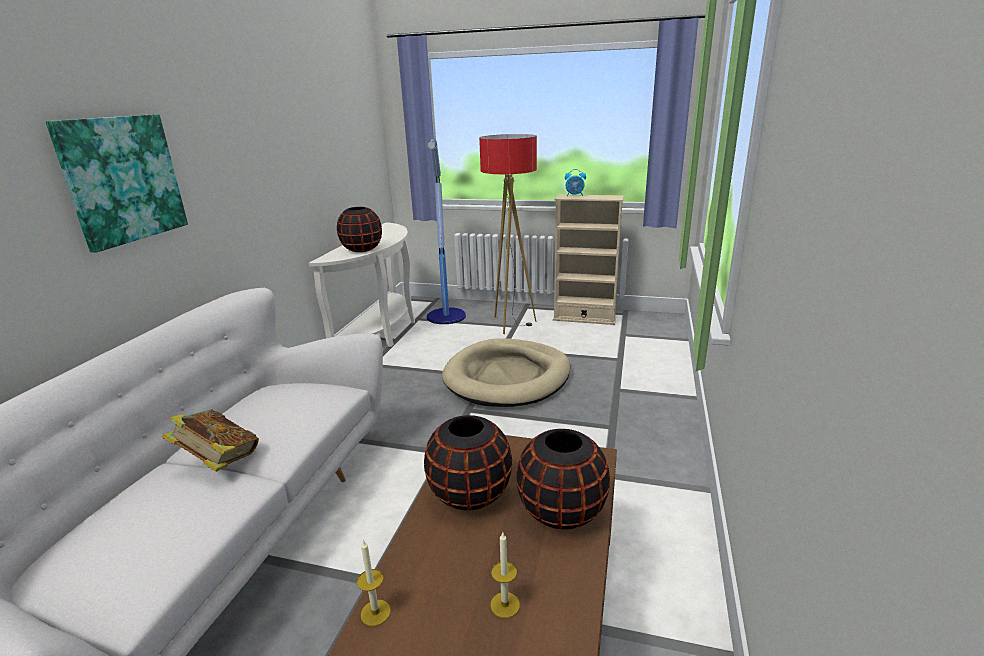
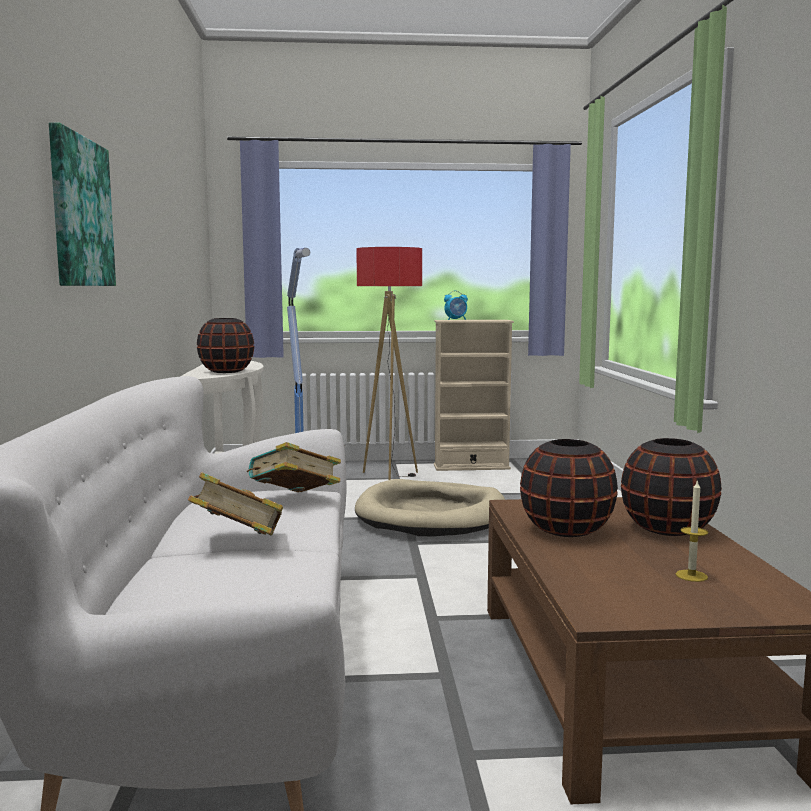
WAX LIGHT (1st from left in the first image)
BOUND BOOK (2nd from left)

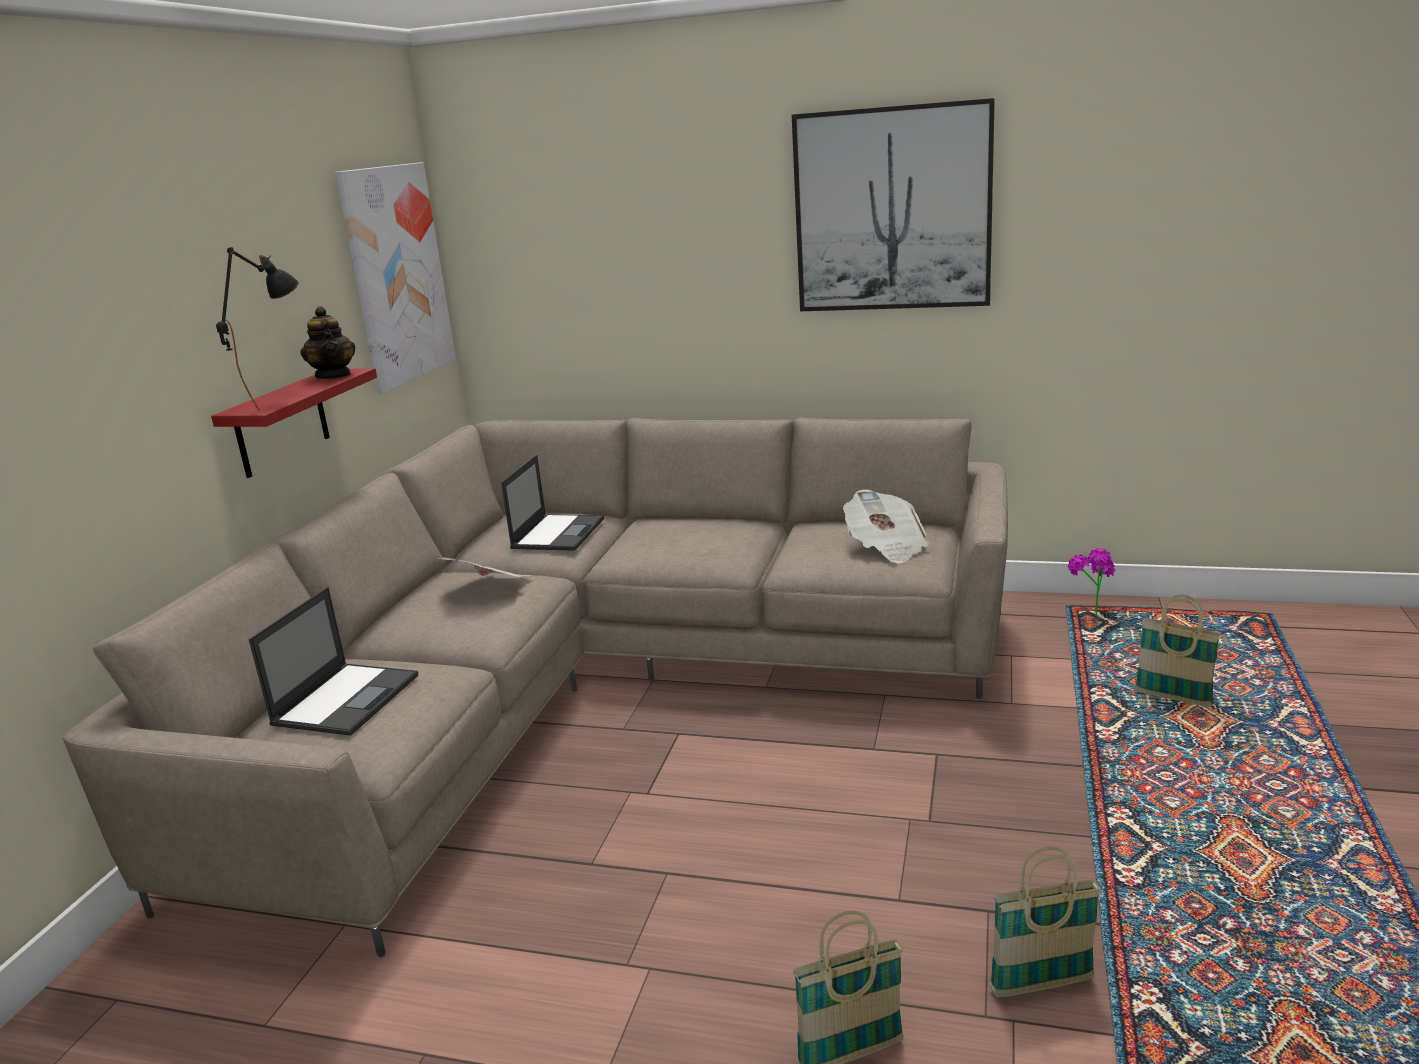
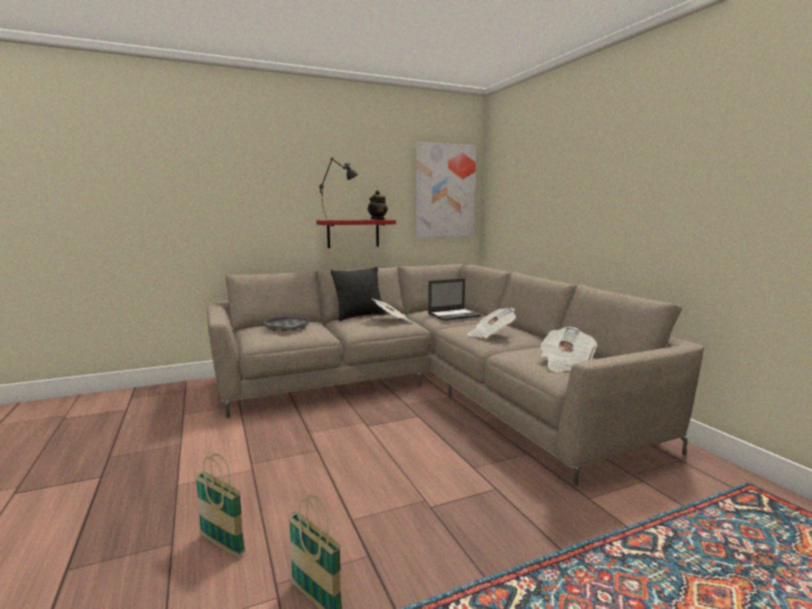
WALL PICTURE (2nd from left in the first image)
POTTED PLANT
BASKET (3rd from left in the first image)
BLACK PILLOW
PRINTED PAPER (2nd from left)
GREY SERVING TRAY

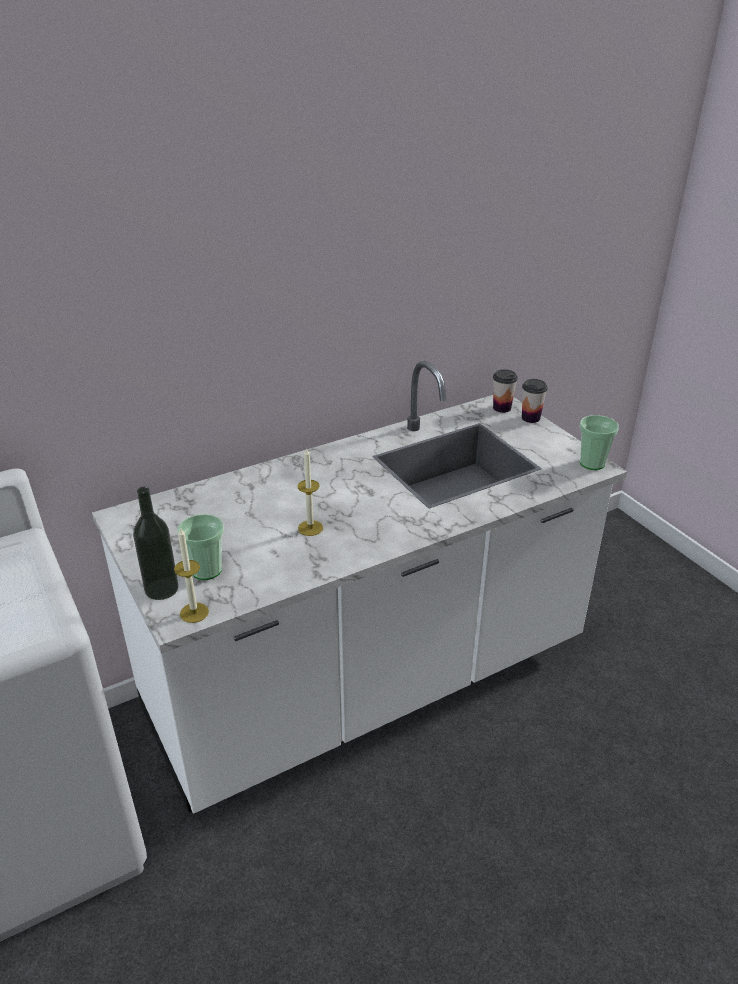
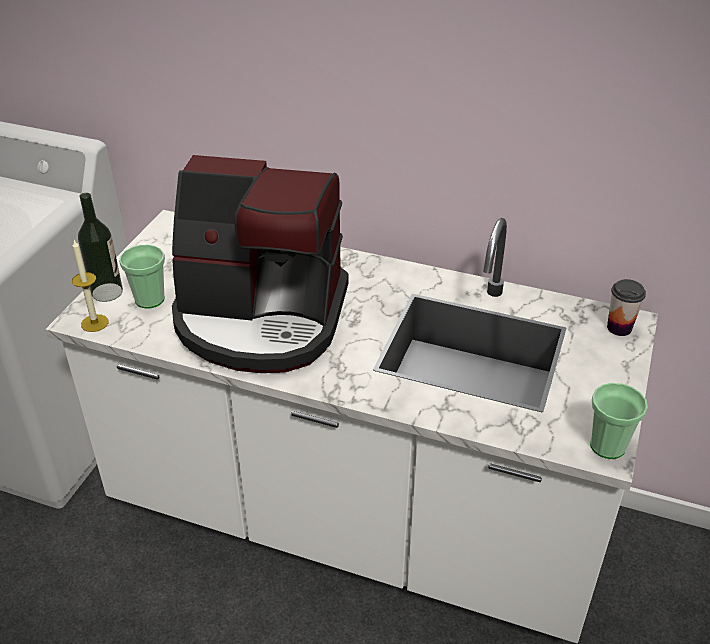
CUP (3rd from left in the first image)
COFFEE BREWER

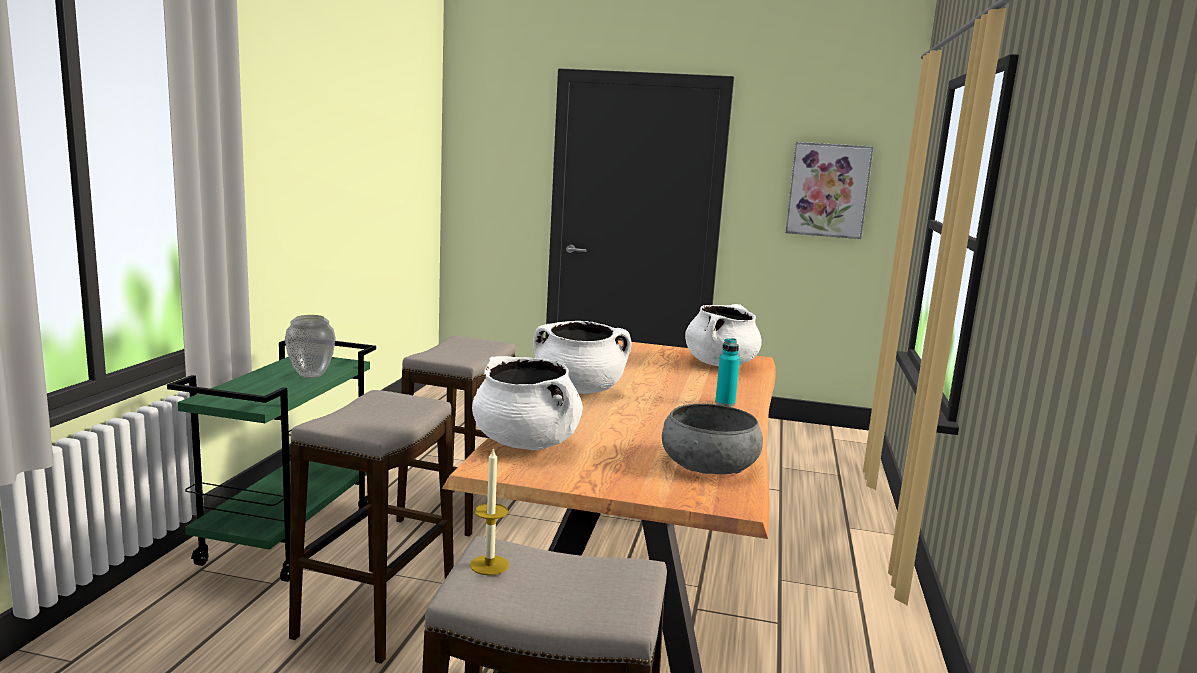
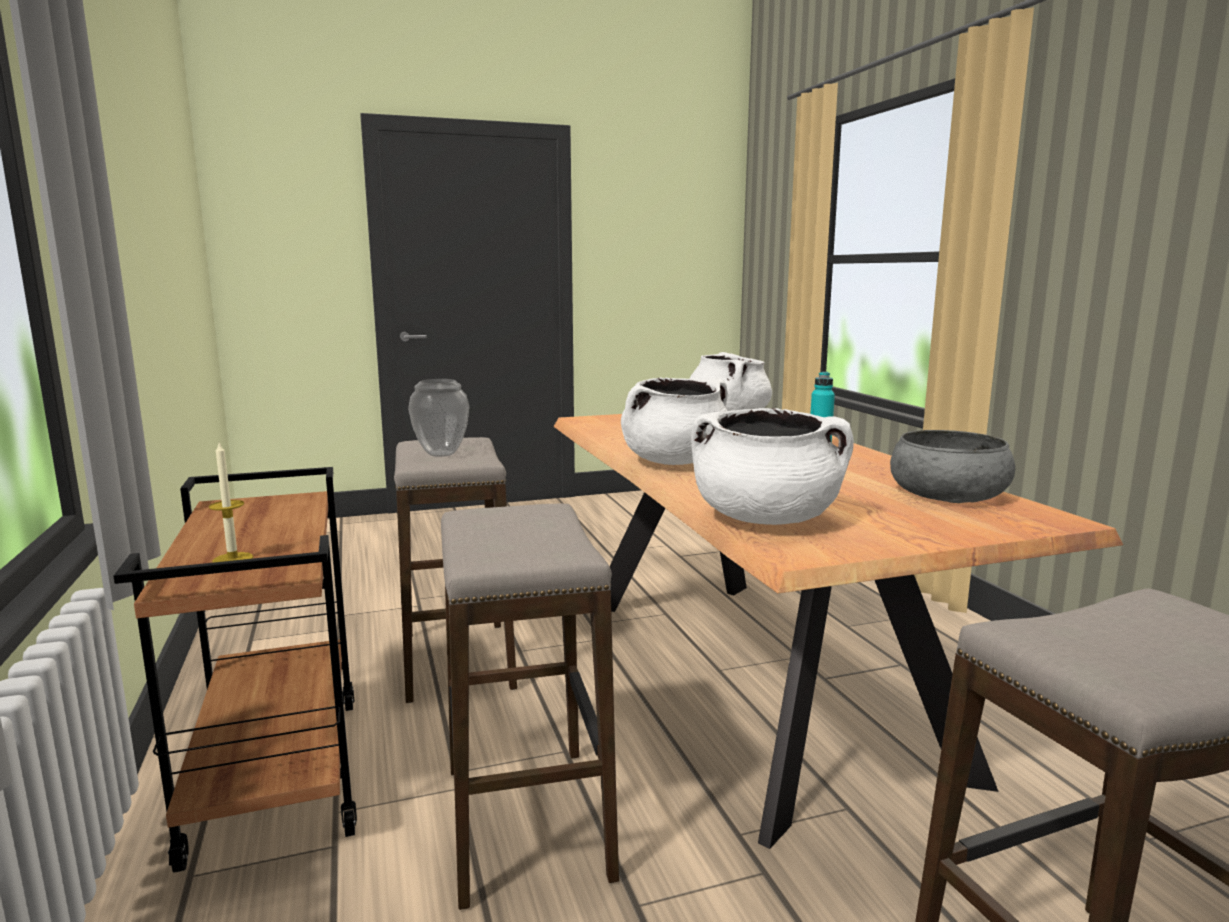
WALL PICTURE
DECORATIVE VASE
WAX LIGHT
BROWNISH TROLLEY

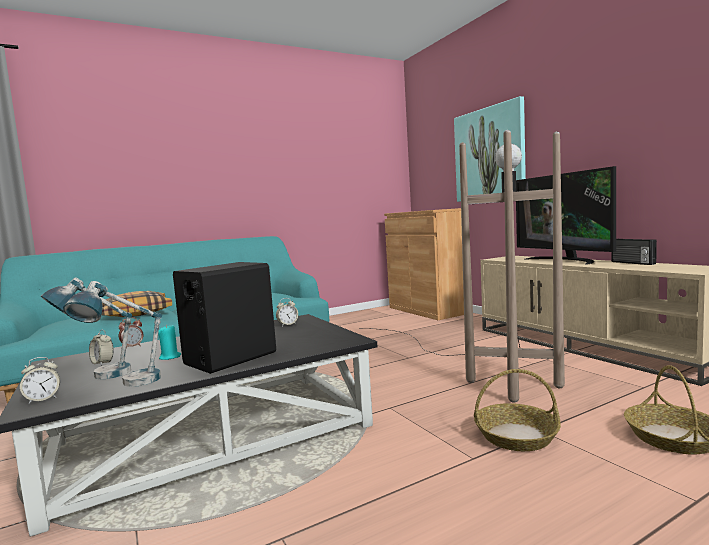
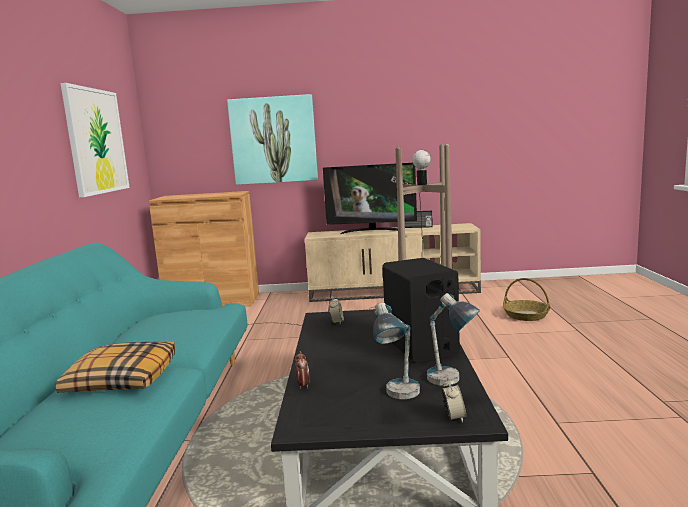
BEDSIDE CLOCK (2nd from left in the first image)
TURQUOISE-COLOURED WAX LIGHT
BASKET (1st from left in the first image)
WALL PICTURE (1st from left)

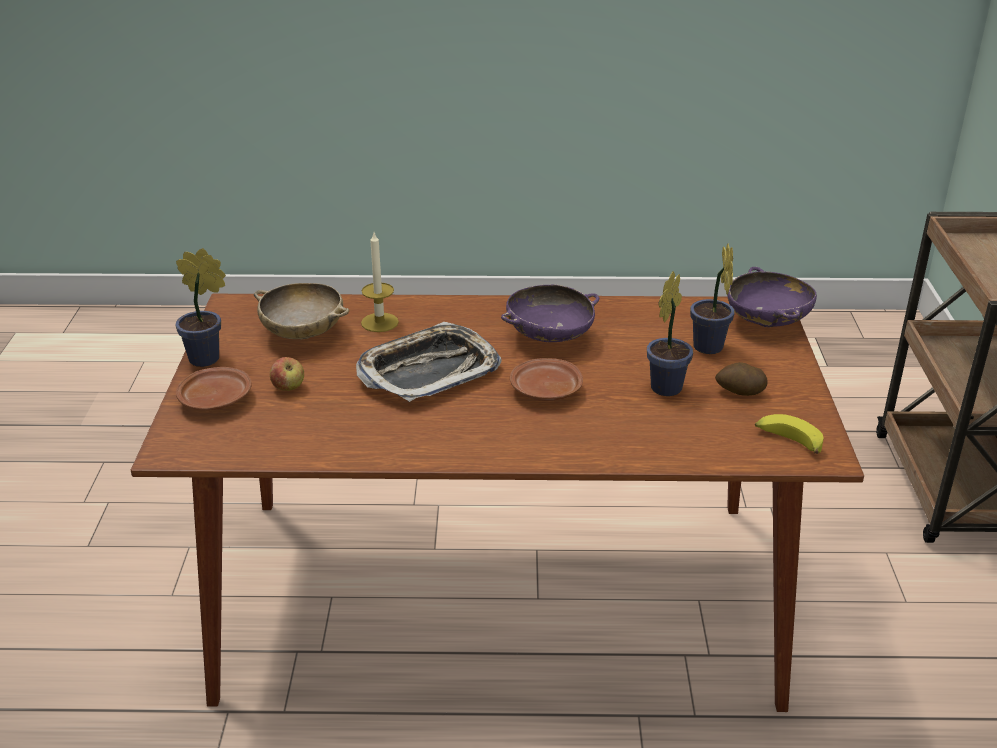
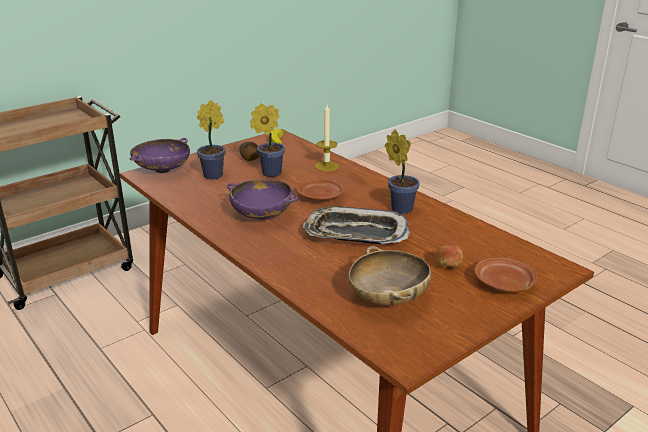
POTTED PLANT (3rd from left)
WAX LIGHT

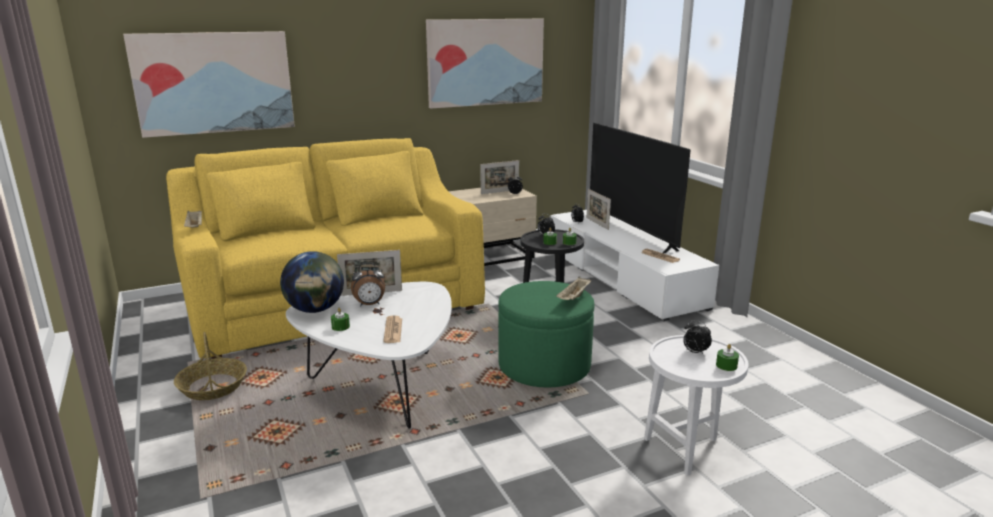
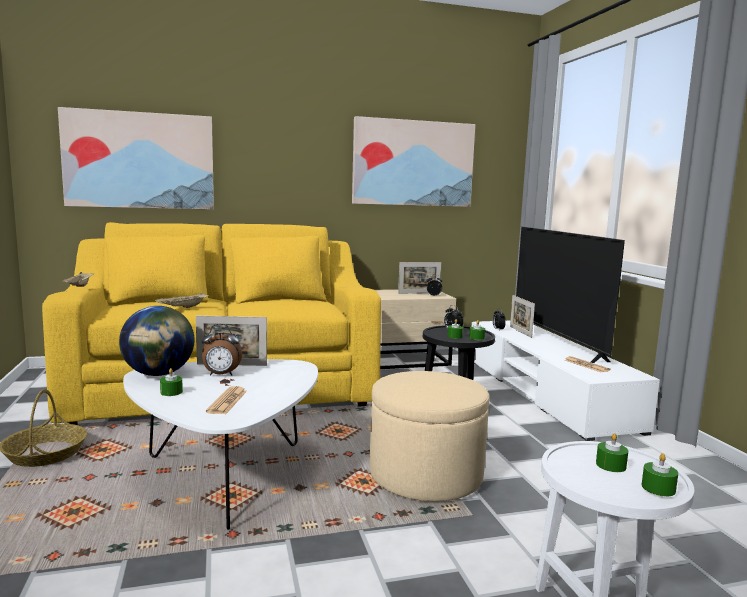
BEIGE SERVING TRAY (2nd from left)
GREEN-COLOURED WAX LIGHT (4th from left)
BEIGE POUFFE

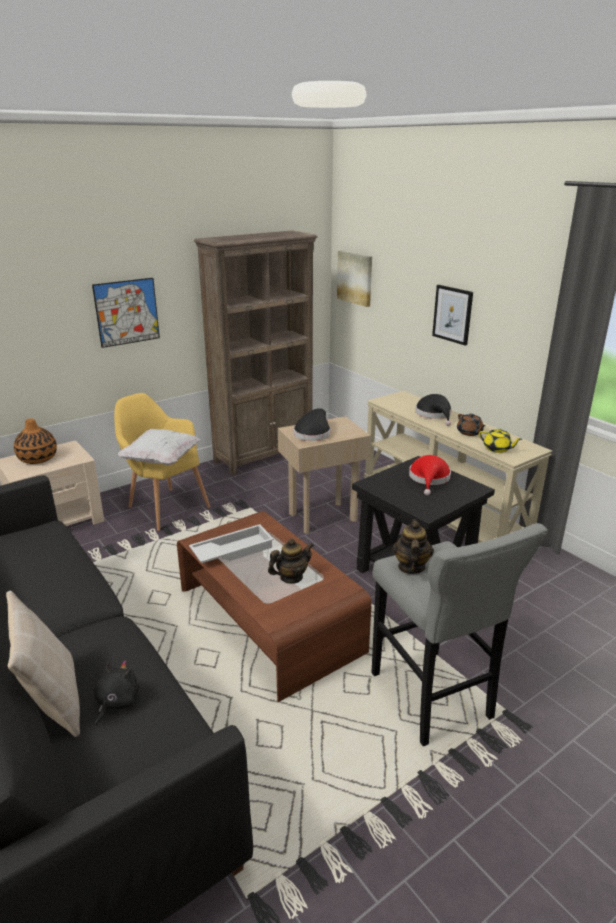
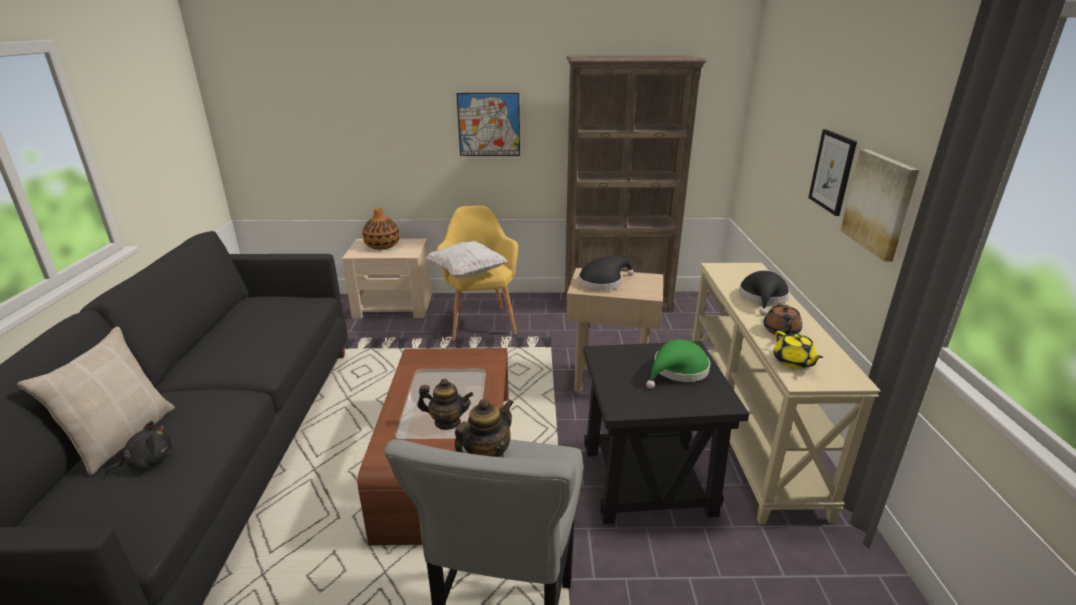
WHITISH SERVING TRAY
WALL PICTURE (3rd from left)
GREEN-COLOURED HAT

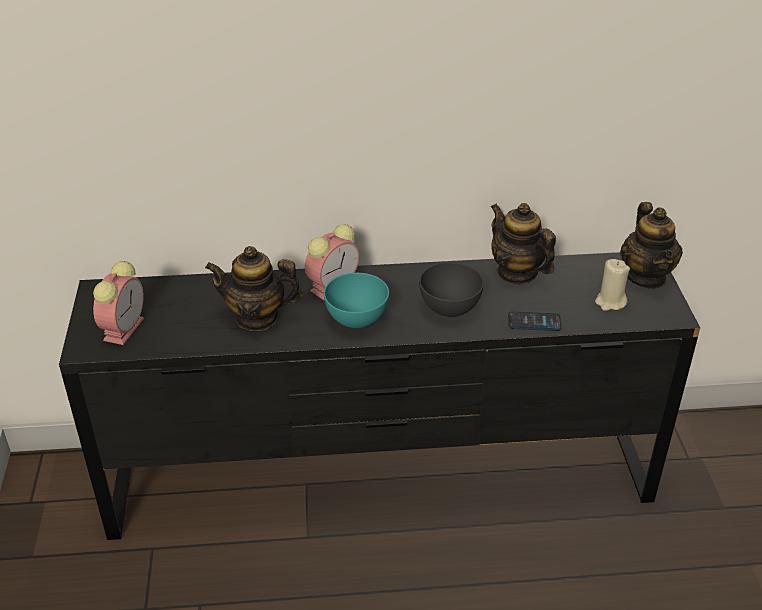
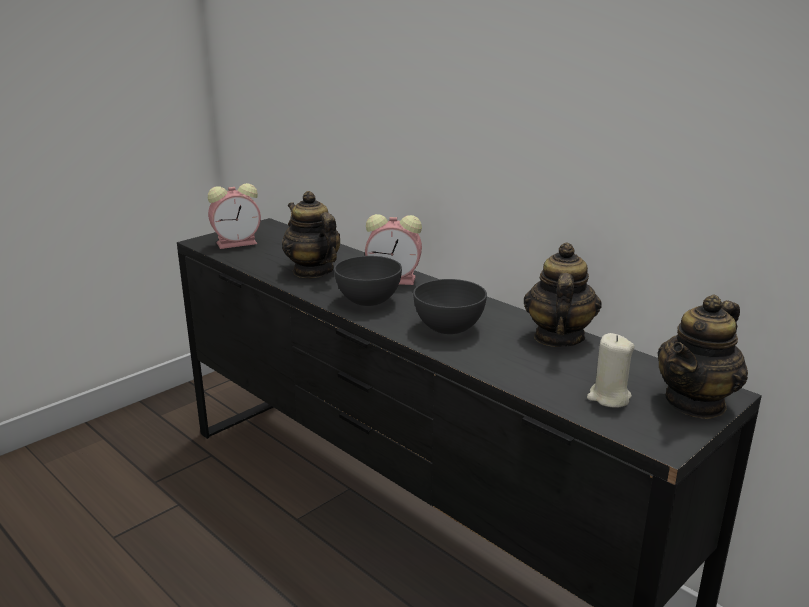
PHONE
GREY BOWL (1st from left)

